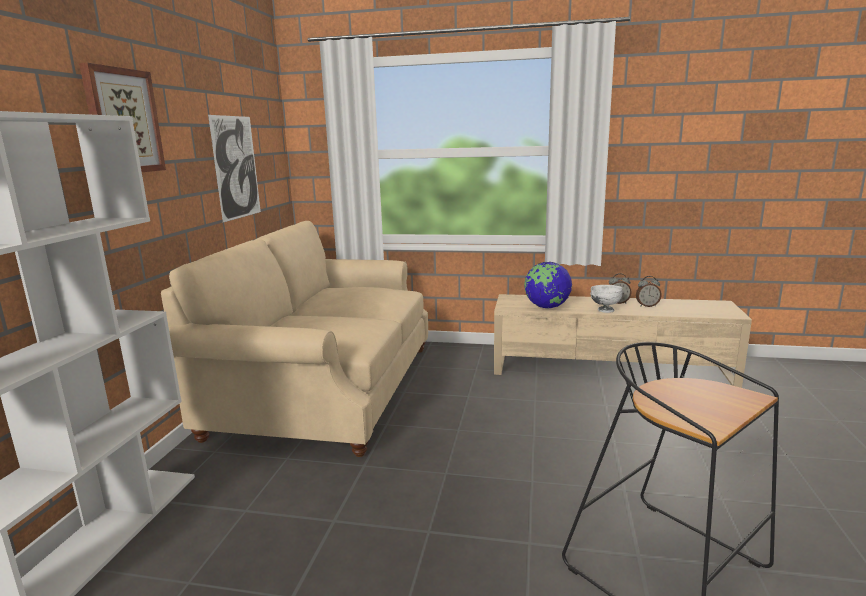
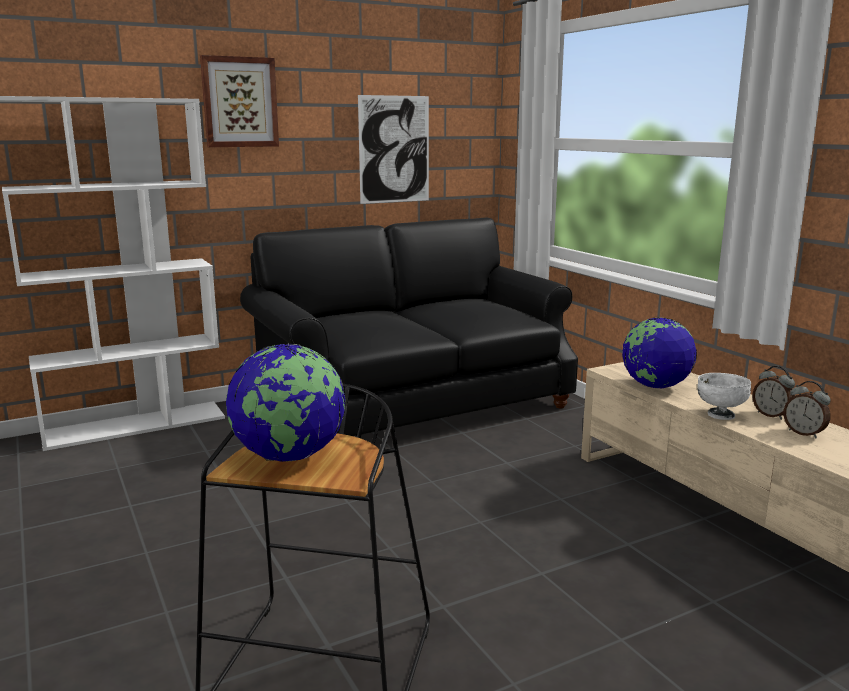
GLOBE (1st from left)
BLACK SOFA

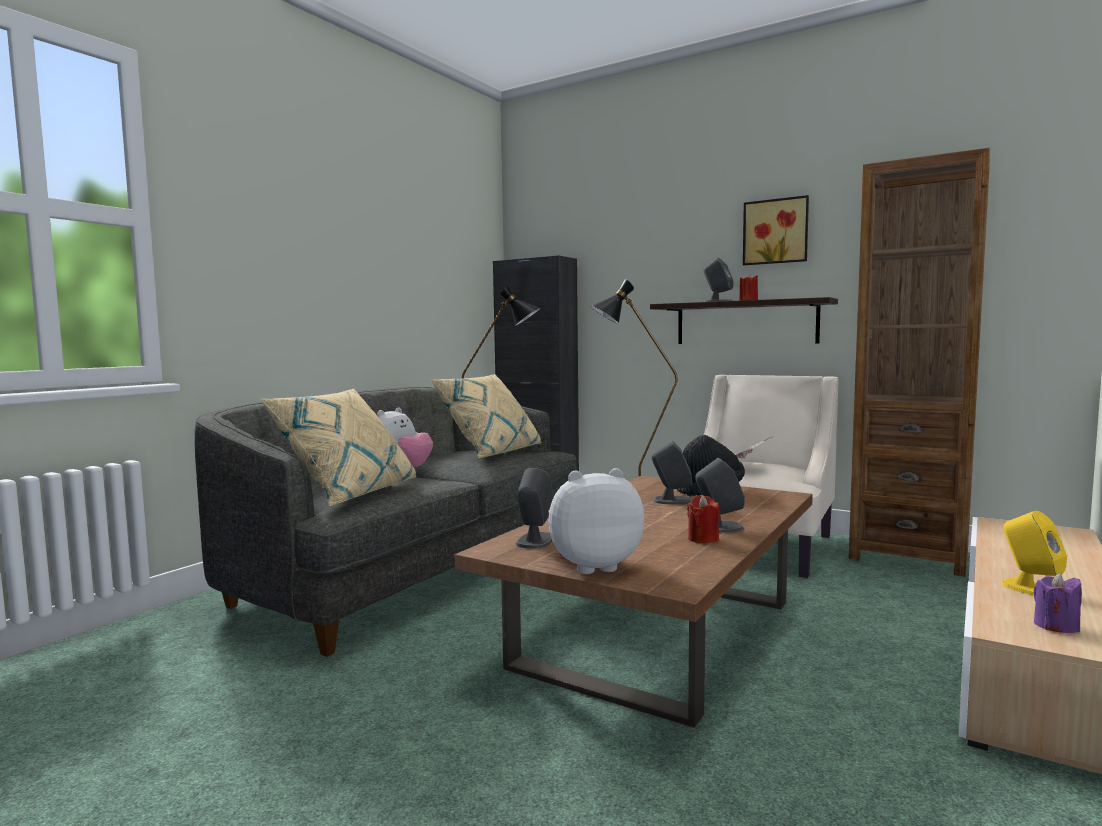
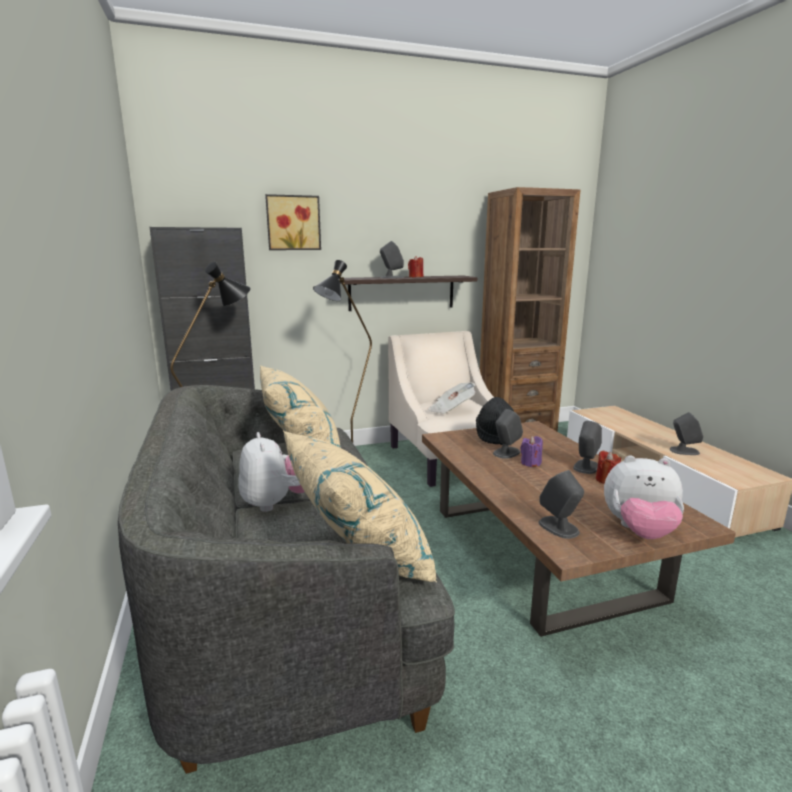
WALL PICTURE
PURPLE WAX LIGHT
GREY SPEAKER (5th from left)
SOFT TOY (2nd from left)

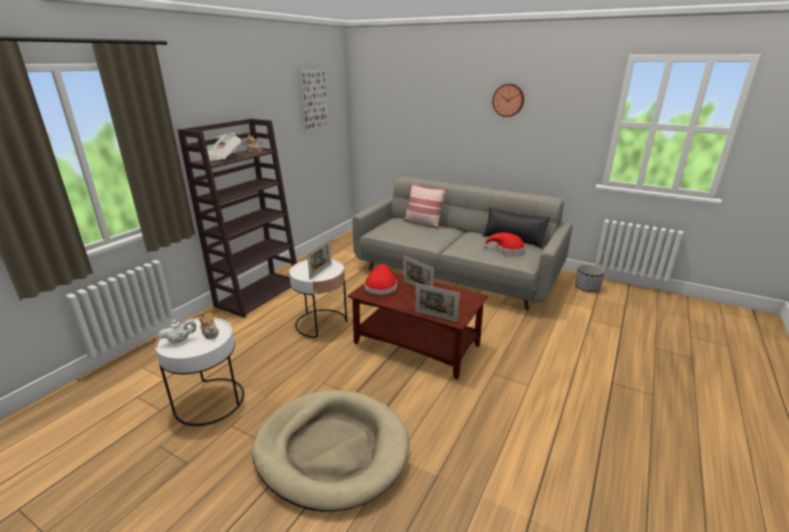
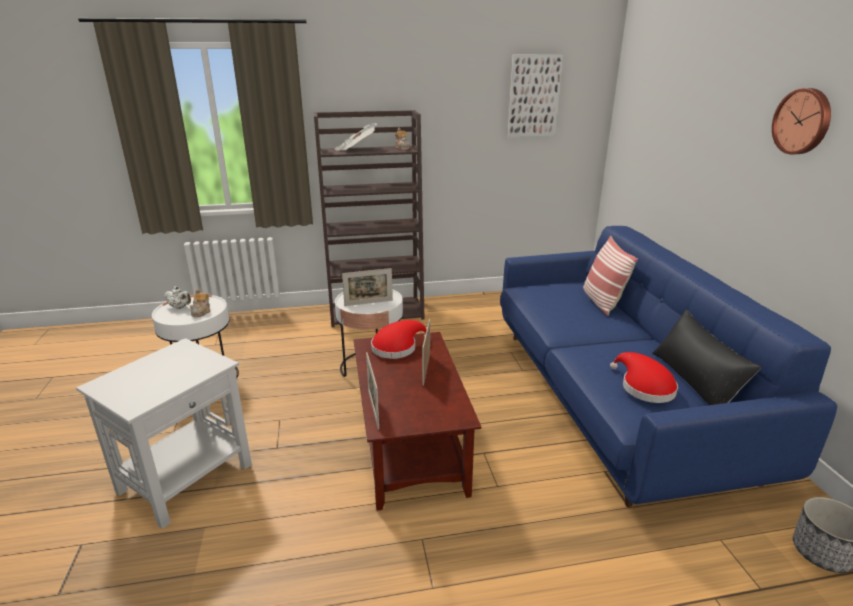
WHITISH SIDE TABLE (1st from left)
BLUISH SOFA

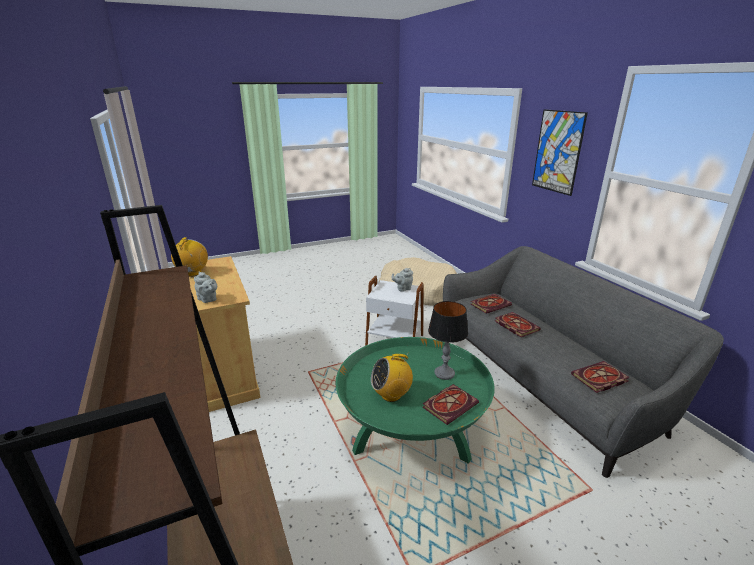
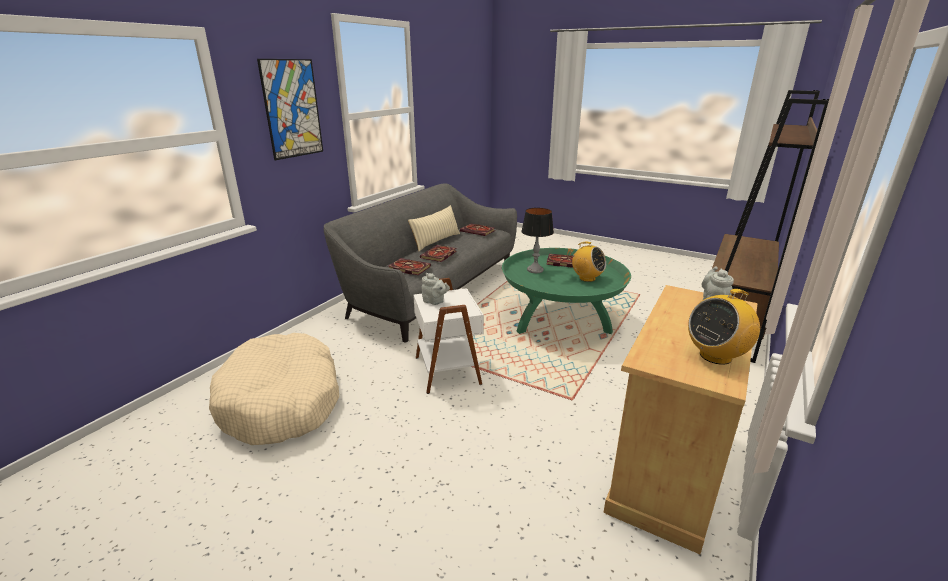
BEIGE PILLOW

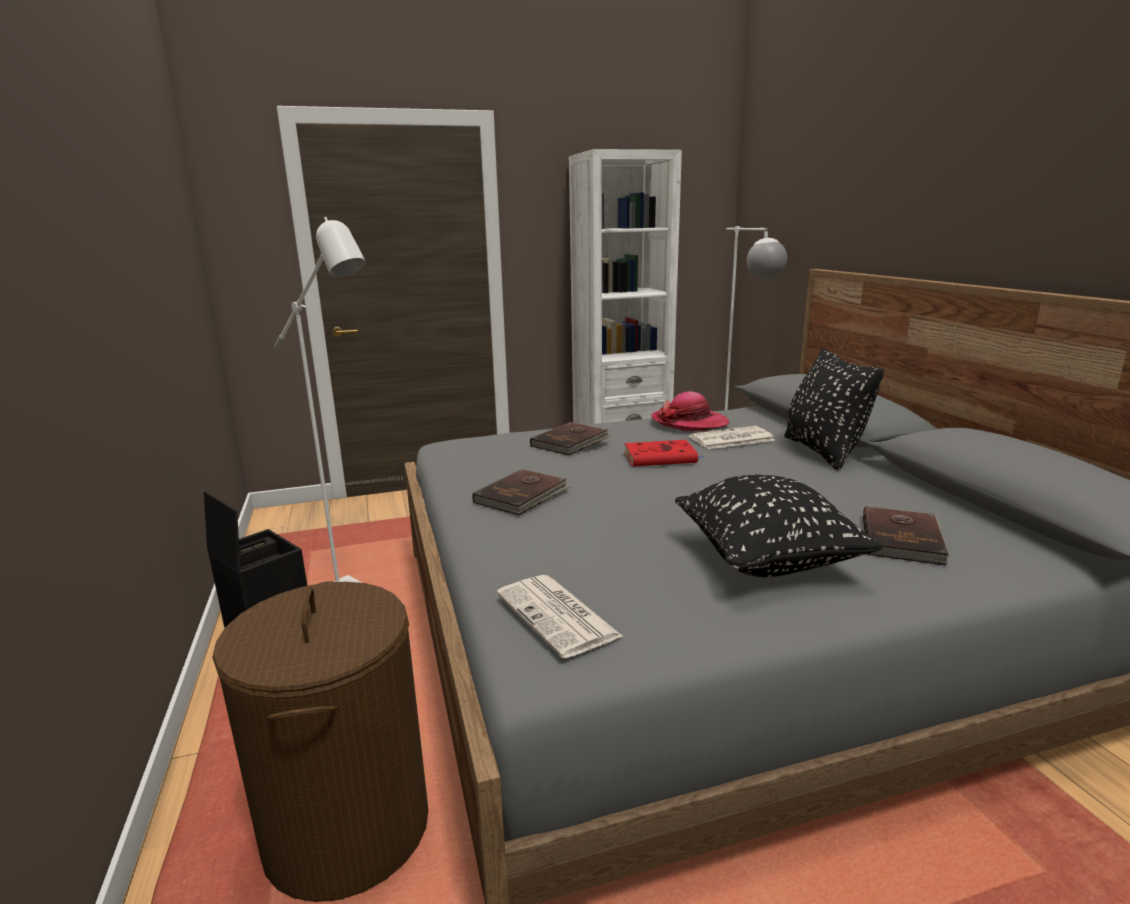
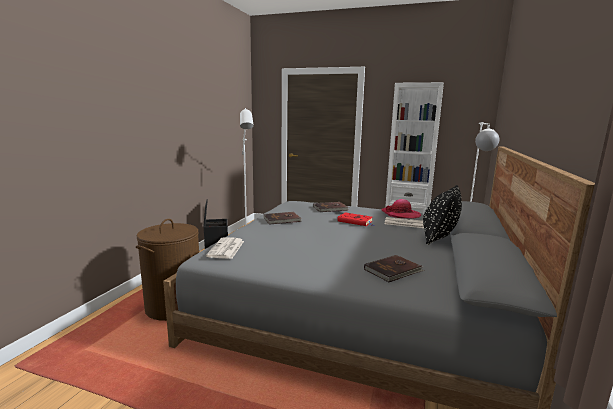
BLACK PILLOW (1st from left in the first image)

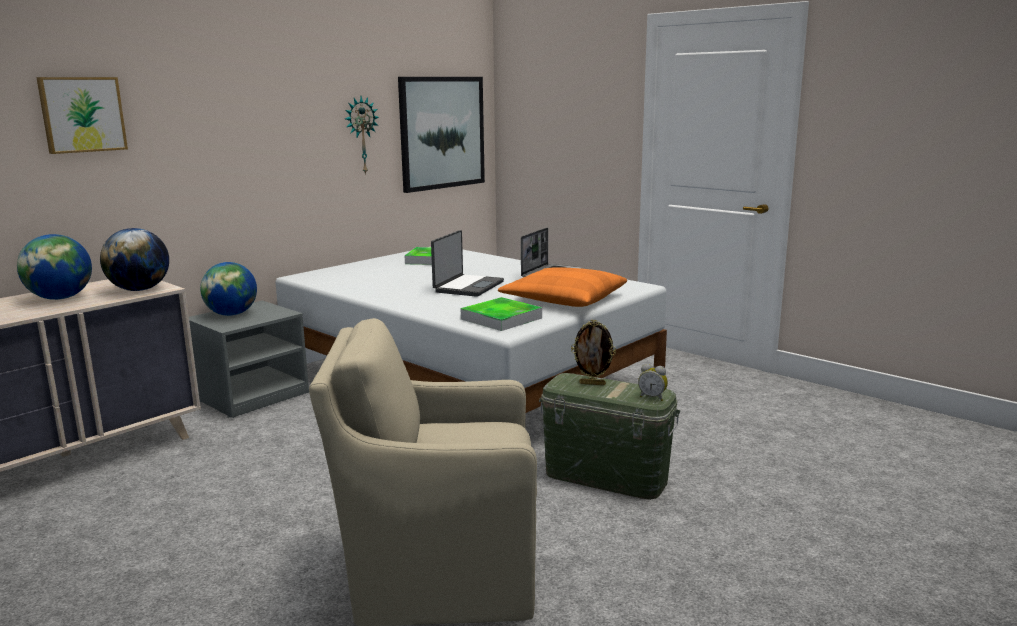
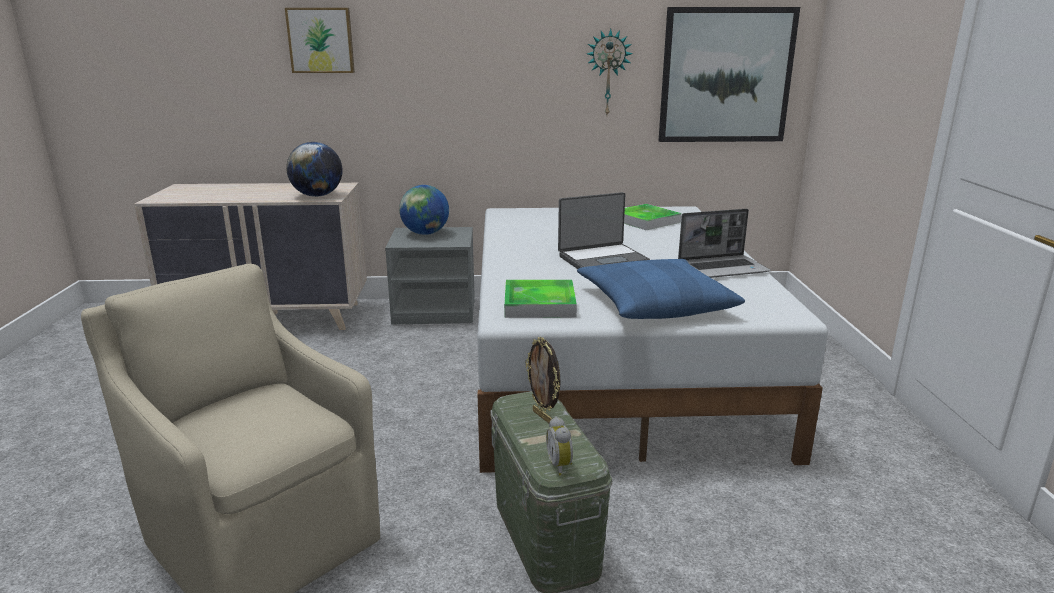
GLOBE (1st from left in the first image)
BLUISH PILLOW

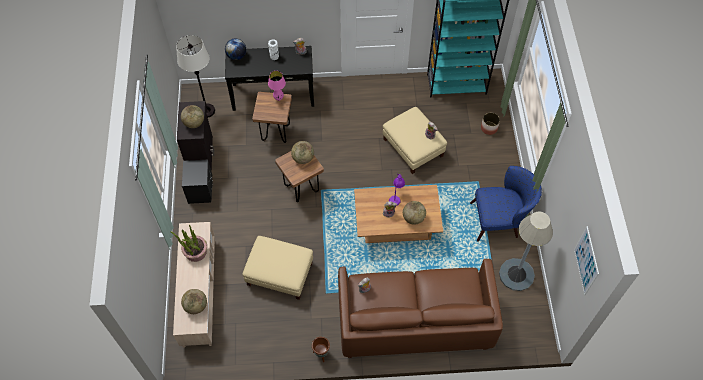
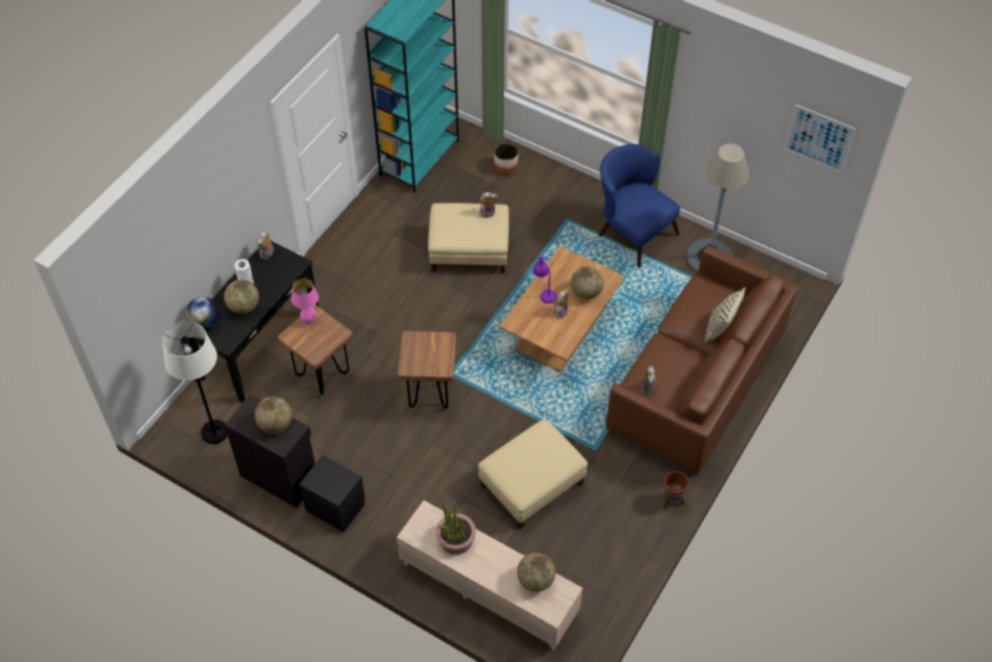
BEIGE PILLOW
GLOBE (2nd from left)
BLUISH LOUNGE CHAIR

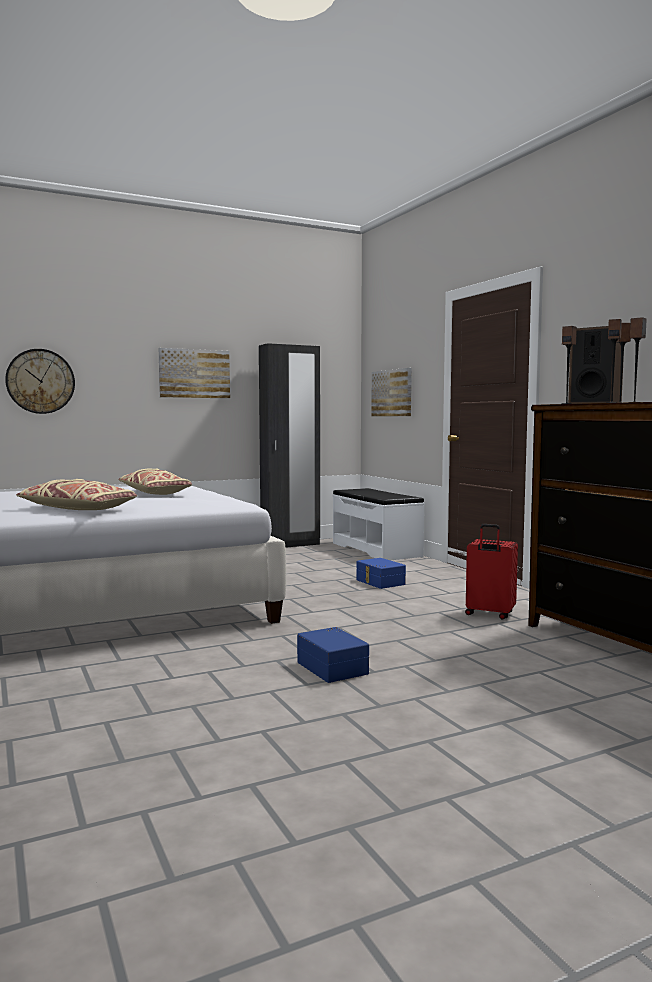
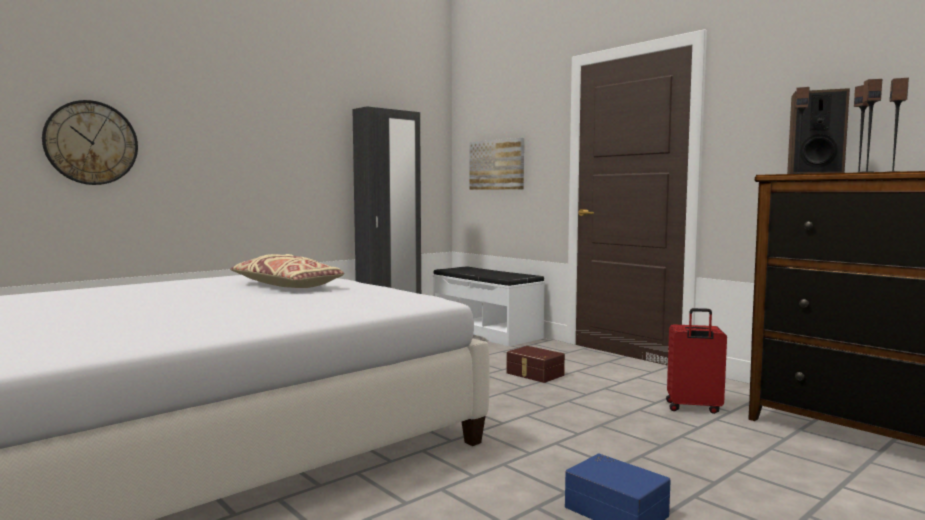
BEIGE PILLOW (1st from left in the first image)
WALL PICTURE (1st from left in the first image)
BROWNISH STORAGE BOX

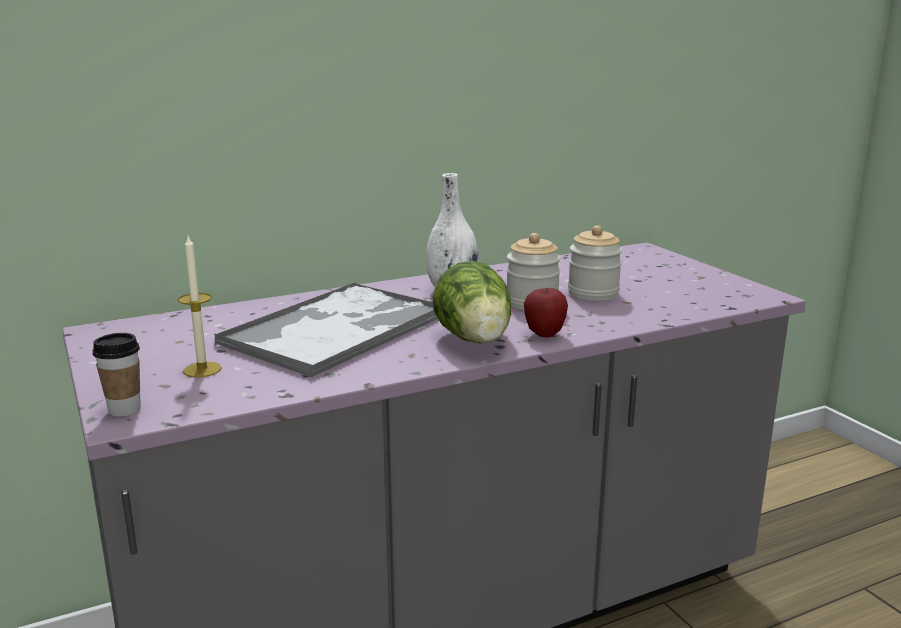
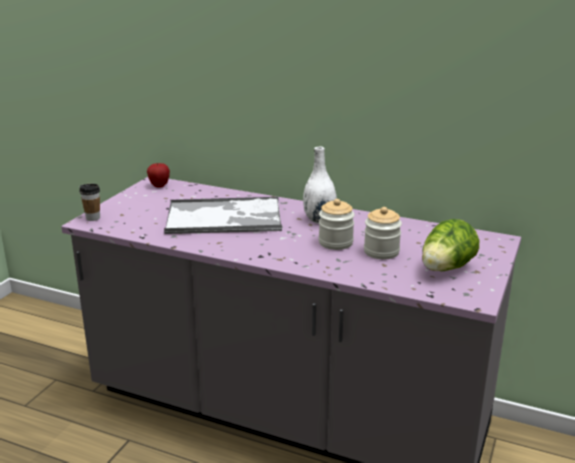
WAX LIGHT
LETTUCE HEAD
APPLE

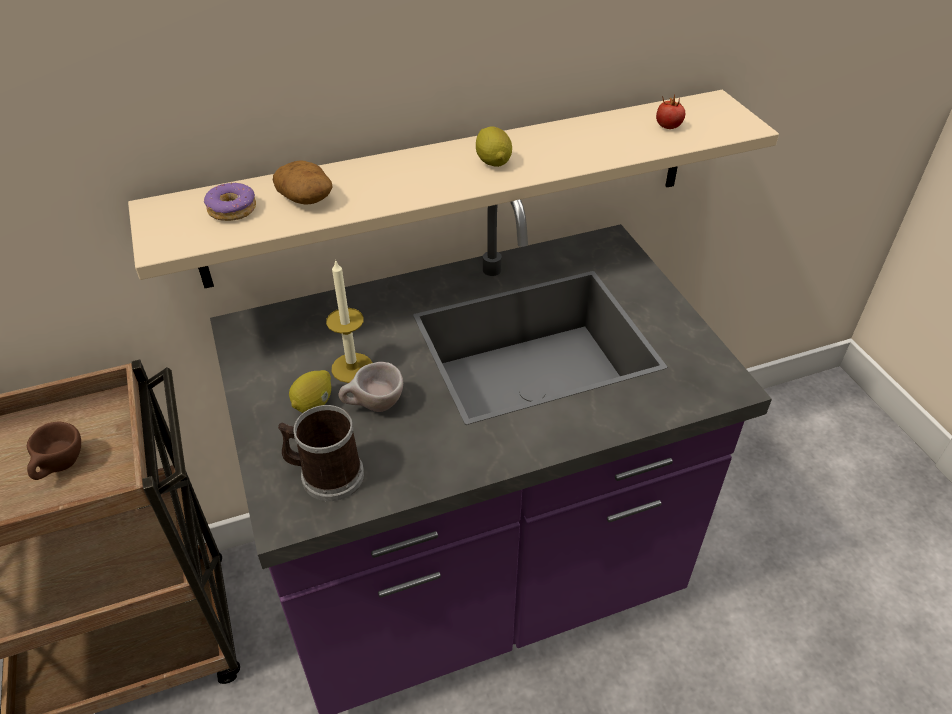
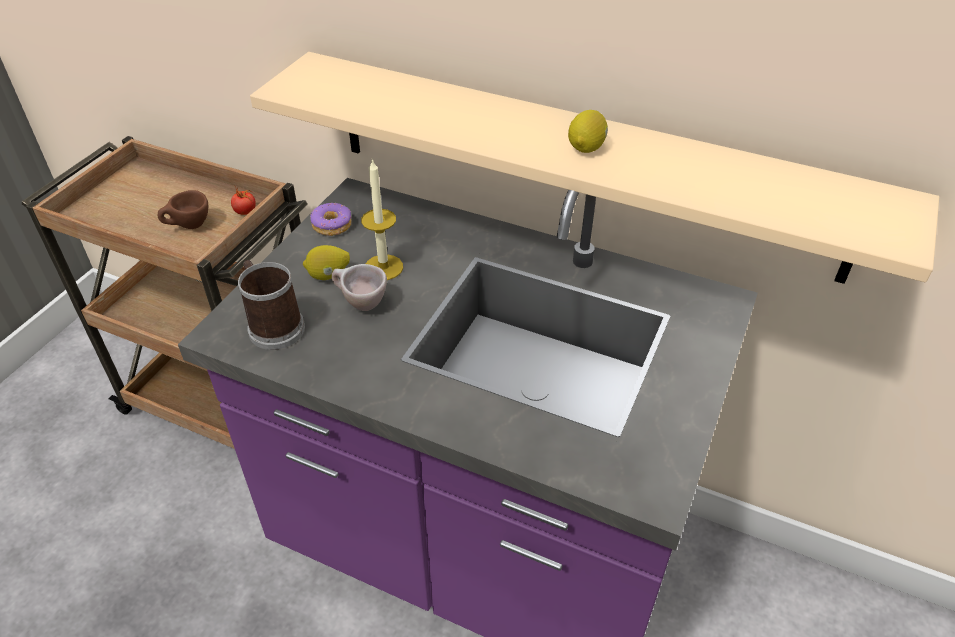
SPUD
DOUGHNUT
WHOLE TOMATO

